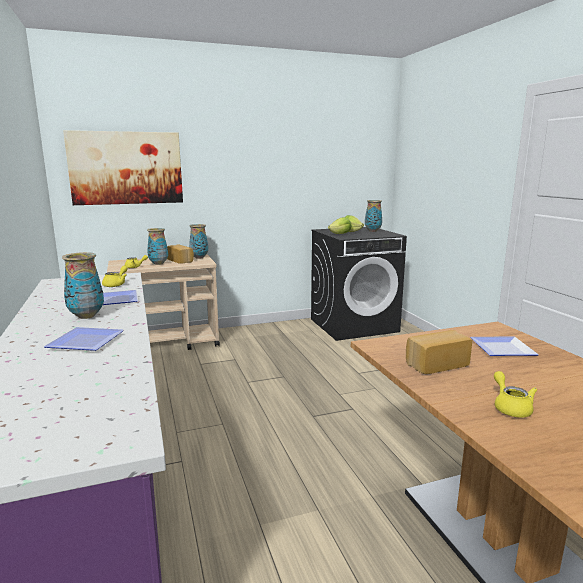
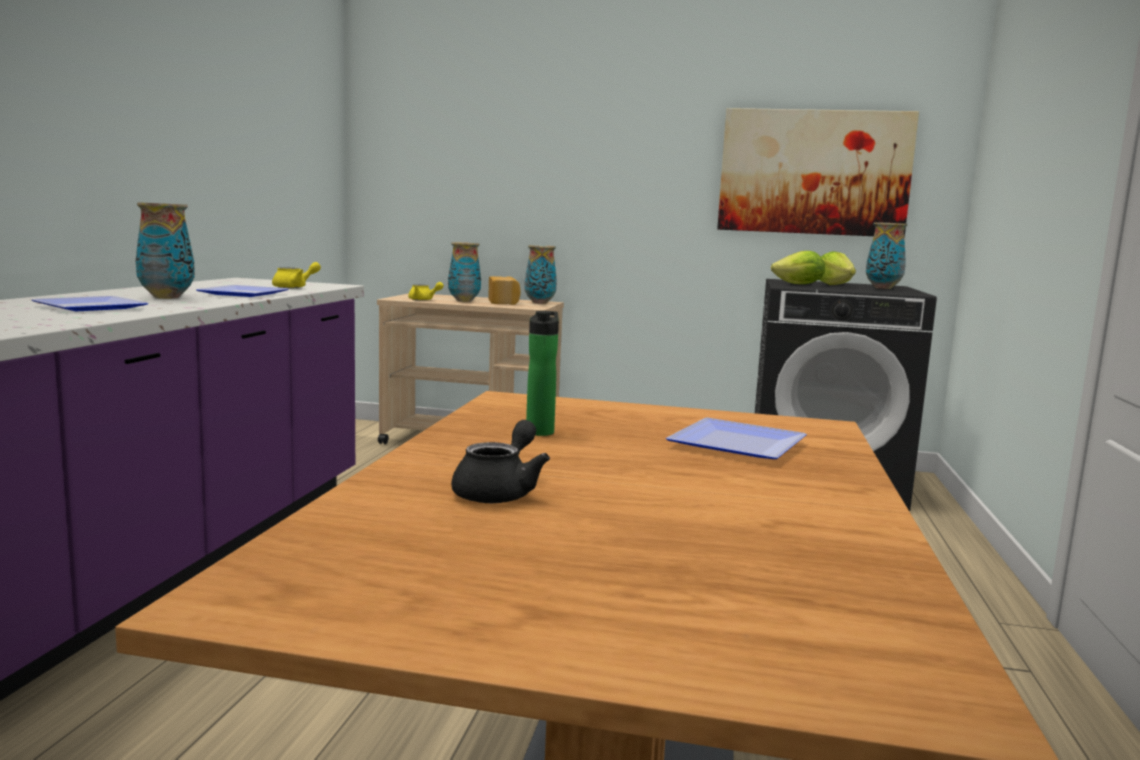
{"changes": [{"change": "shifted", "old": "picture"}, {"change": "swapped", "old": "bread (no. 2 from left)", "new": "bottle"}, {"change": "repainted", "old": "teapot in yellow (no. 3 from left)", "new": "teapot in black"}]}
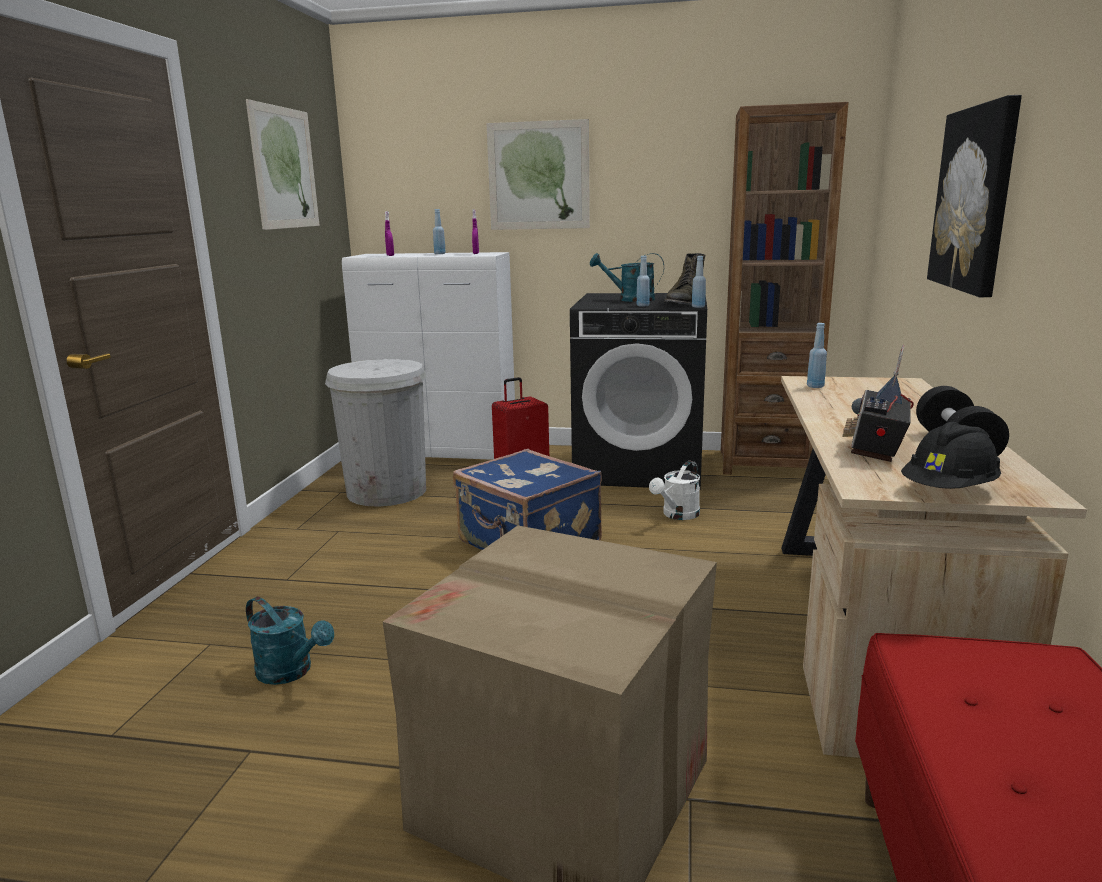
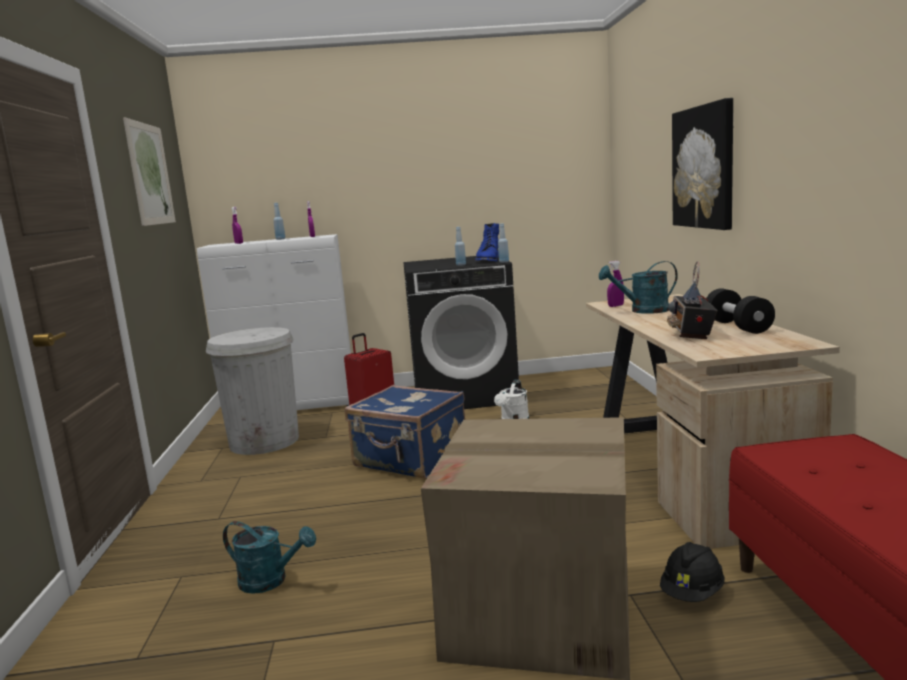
{"changes": [{"change": "gone", "old": "picture (no. 2 from left)"}, {"change": "shifted", "old": "watering can in turquoise (no. 2 from left)"}, {"change": "repainted", "old": "boot in green", "new": "boot in blue"}, {"change": "gone", "old": "bookcase in brown"}, {"change": "swapped", "old": "bottle in blue (no. 4 from left)", "new": "spray bottle in purple (no. 3 from left)"}, {"change": "shifted", "old": "hard hat in black"}]}
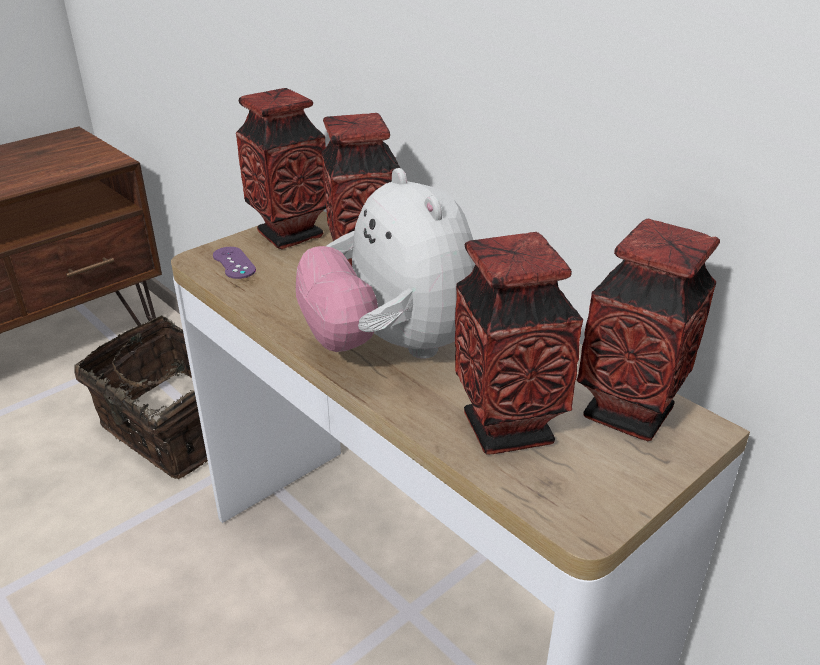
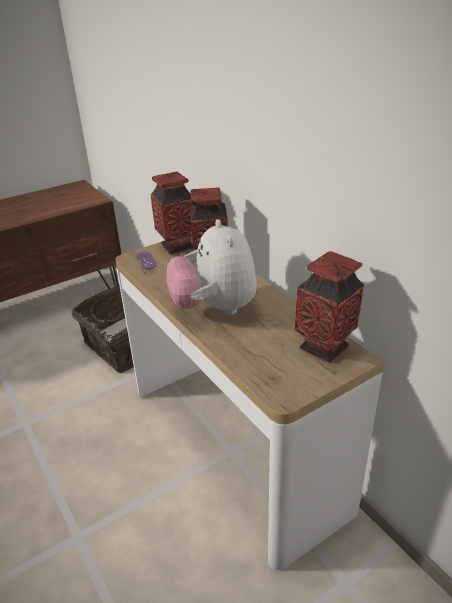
{"changes": [{"change": "gone", "old": "vase (no. 3 from left)"}]}
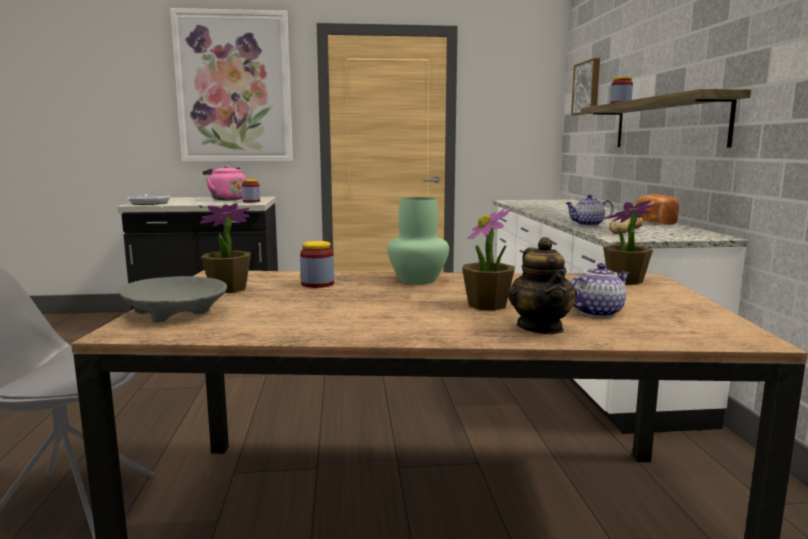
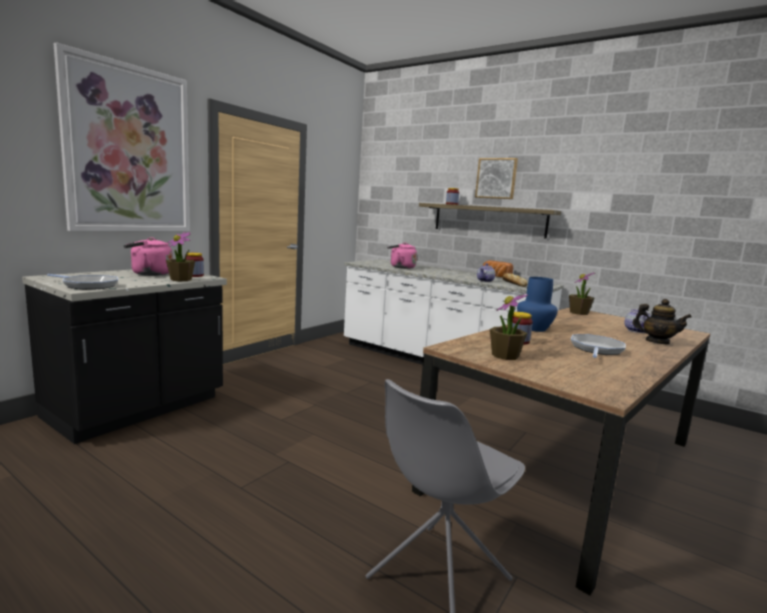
{"changes": [{"change": "gone", "old": "bowl in grey"}, {"change": "repainted", "old": "vase in green", "new": "vase in blue"}, {"change": "shifted", "old": "potted plant (no. 2 from left in the first image)", "new": "potted plant (no. 1 from left)"}, {"change": "shifted", "old": "picture (no. 2 from left)"}, {"change": "new", "new": "kettle in pink (no. 2 from left)"}, {"change": "new", "new": "frying pan (no. 2 from left)"}]}
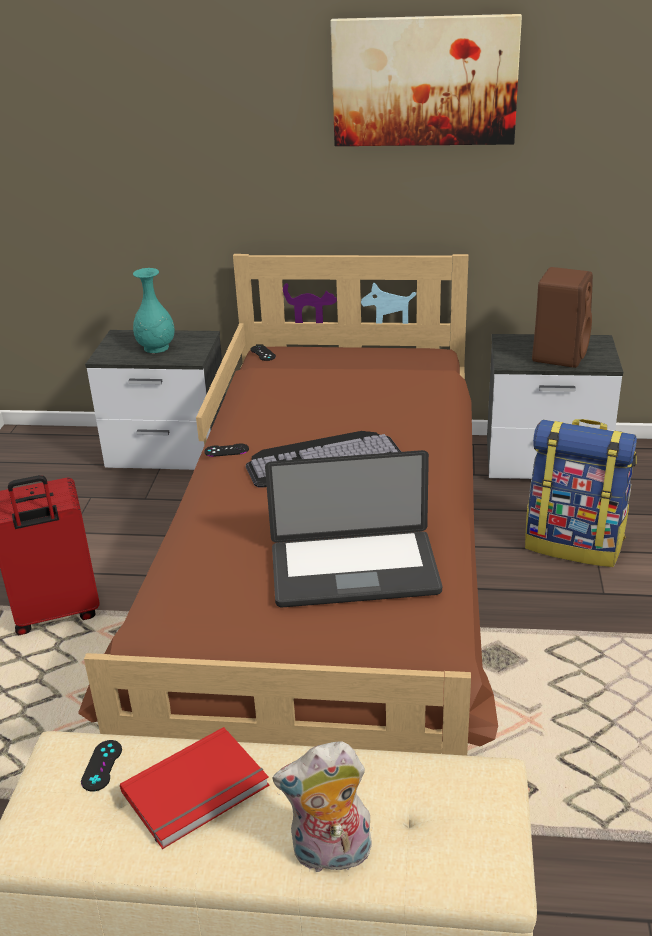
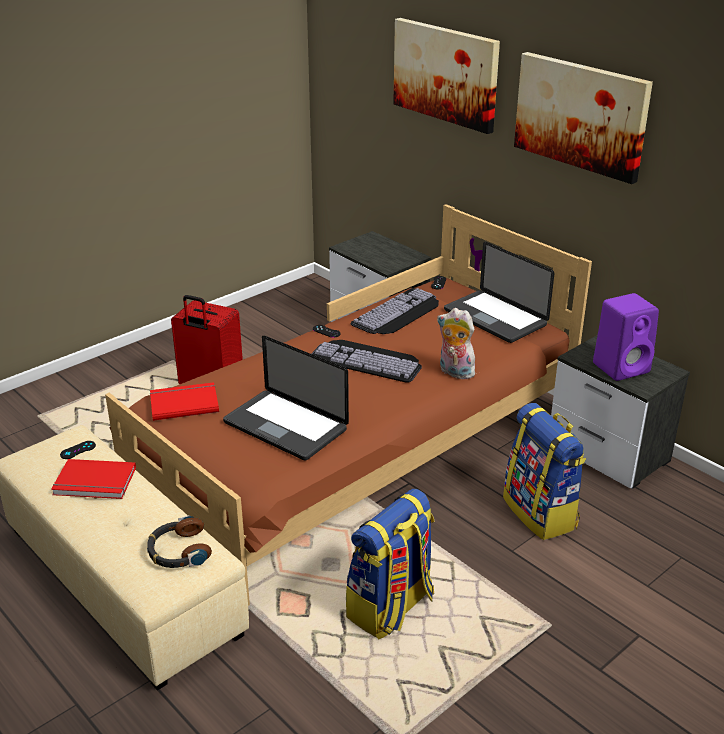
{"changes": [{"change": "gone", "old": "vase in turquoise"}, {"change": "shifted", "old": "plush toy"}, {"change": "repainted", "old": "speaker in brown", "new": "speaker in purple"}, {"change": "new", "new": "headphones"}, {"change": "new", "new": "book in red (no. 2 from left)"}, {"change": "new", "new": "backpack (no. 1 from left)"}, {"change": "new", "new": "keyboard (no. 2 from left)"}, {"change": "new", "new": "picture (no. 1 from left)"}, {"change": "new", "new": "laptop (no. 2 from left)"}]}
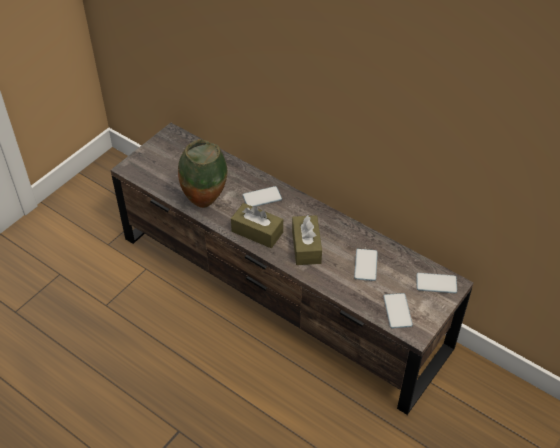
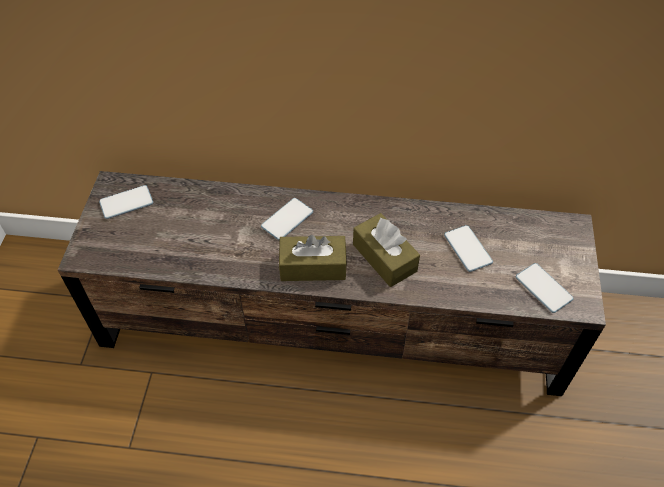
{"changes": [{"change": "gone", "old": "vase"}, {"change": "shifted", "old": "phone (no. 4 from left in the first image)", "new": "phone (no. 1 from left)"}]}
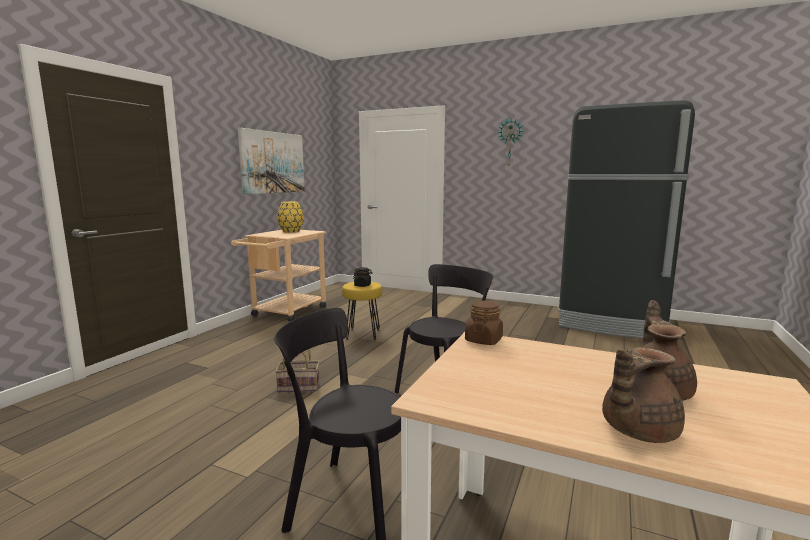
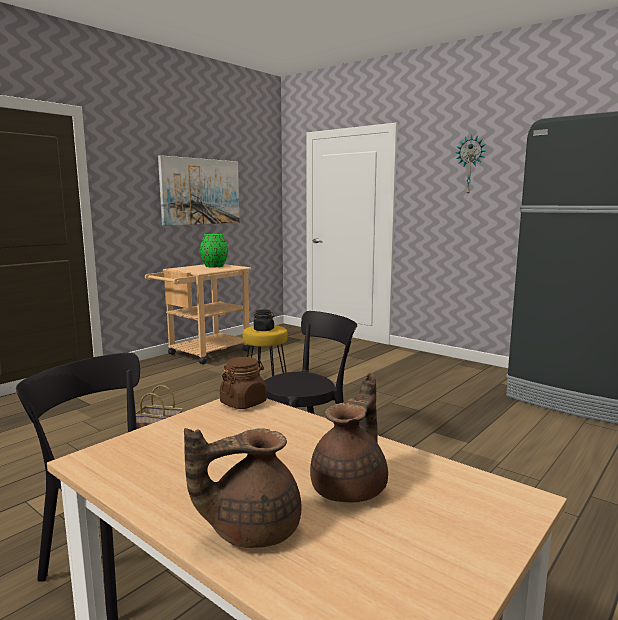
{"changes": [{"change": "repainted", "old": "vase in yellow", "new": "vase in green"}]}
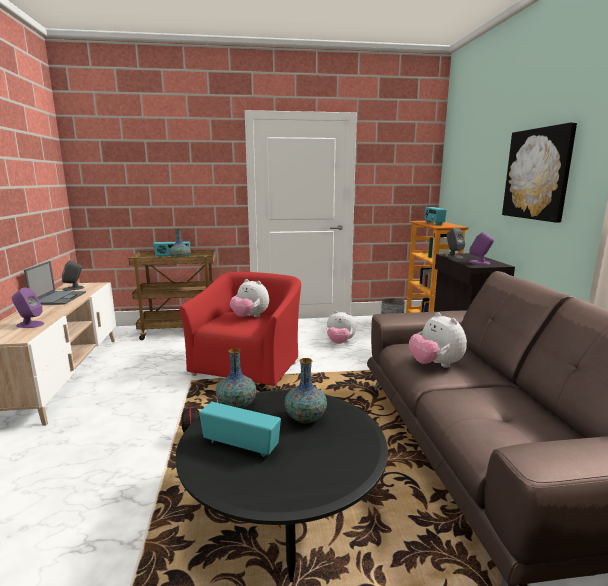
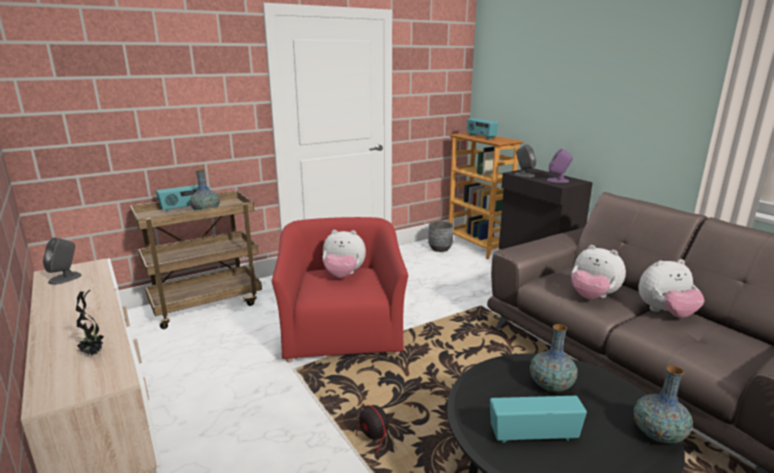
{"changes": [{"change": "swapped", "old": "speaker in purple (no. 1 from left)", "new": "potted plant"}, {"change": "gone", "old": "laptop"}, {"change": "shifted", "old": "vase (no. 2 from left in the first image)", "new": "vase (no. 3 from left)"}, {"change": "shifted", "old": "plush toy (no. 2 from left in the first image)", "new": "plush toy (no. 3 from left)"}, {"change": "gone", "old": "picture"}]}
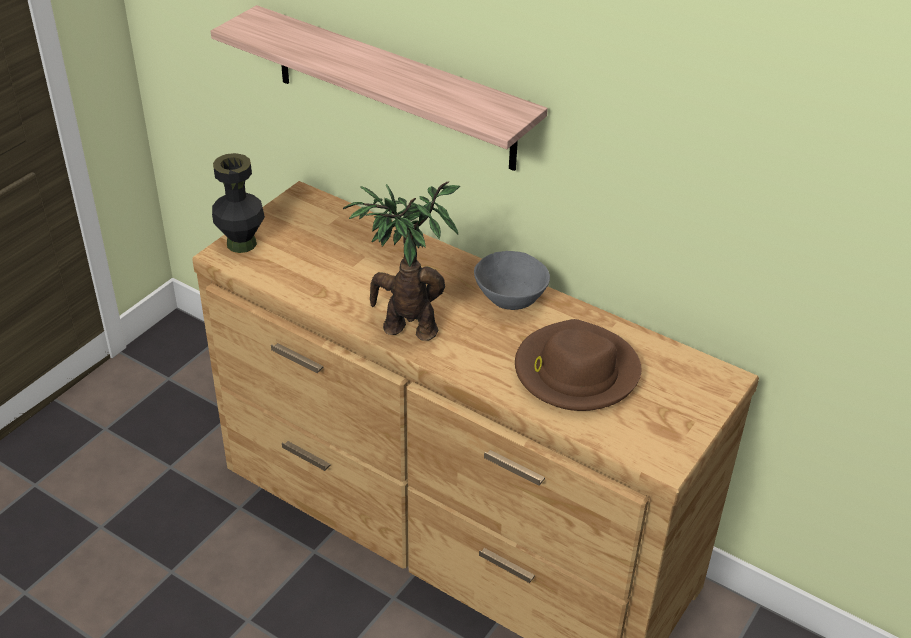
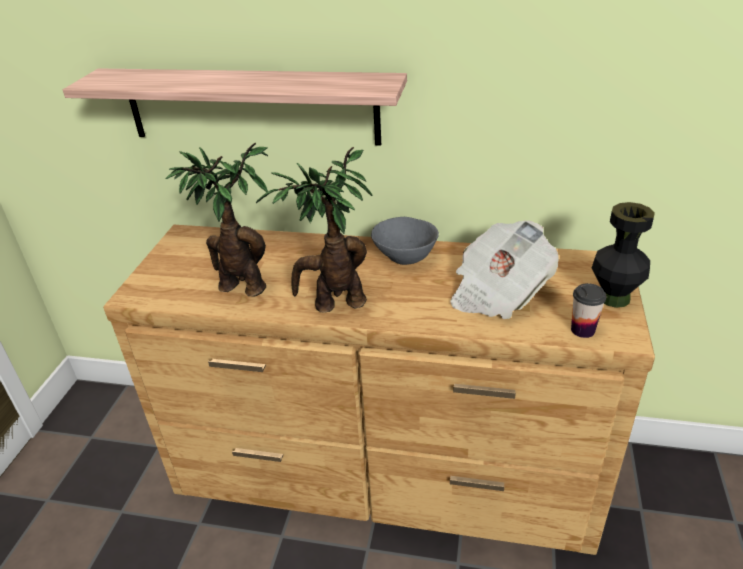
{"changes": [{"change": "shifted", "old": "vase in black"}, {"change": "swapped", "old": "hat in brown", "new": "newspaper"}, {"change": "new", "new": "potted plant (no. 1 from left)"}, {"change": "new", "new": "cup"}]}
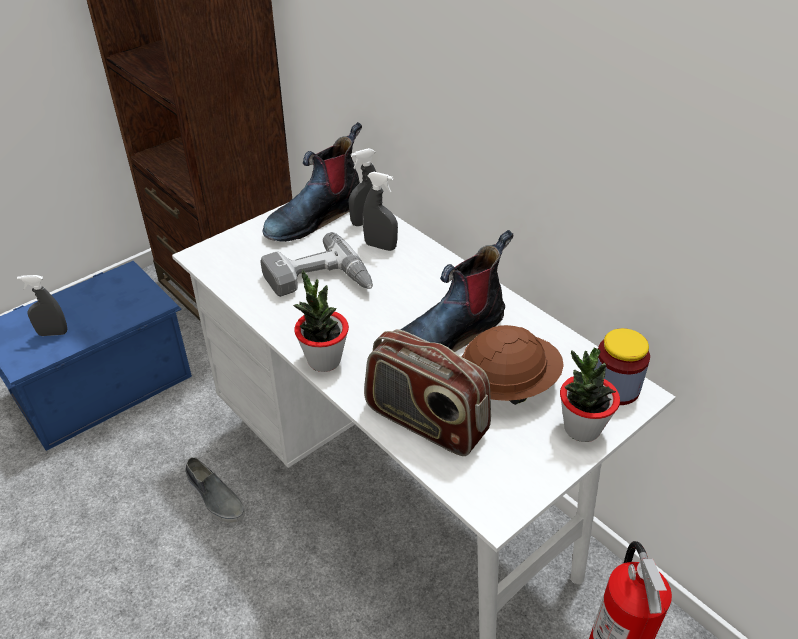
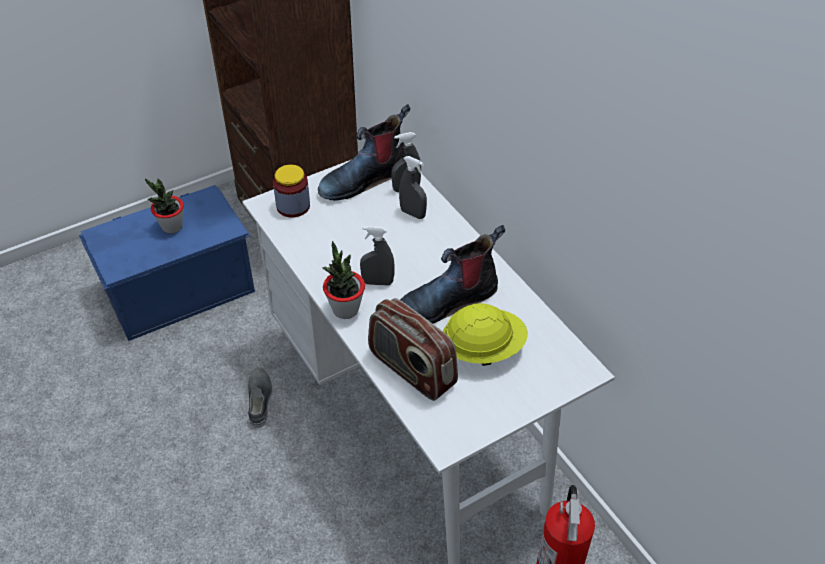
{"changes": [{"change": "shifted", "old": "spray bottle in grey (no. 1 from left)"}, {"change": "rotated", "old": "shoe in grey", "degrees": -150}, {"change": "gone", "old": "power drill"}, {"change": "repainted", "old": "hard hat in brown", "new": "hard hat in yellow"}, {"change": "shifted", "old": "potted plant (no. 2 from left in the first image)", "new": "potted plant (no. 1 from left)"}, {"change": "shifted", "old": "jar"}]}
